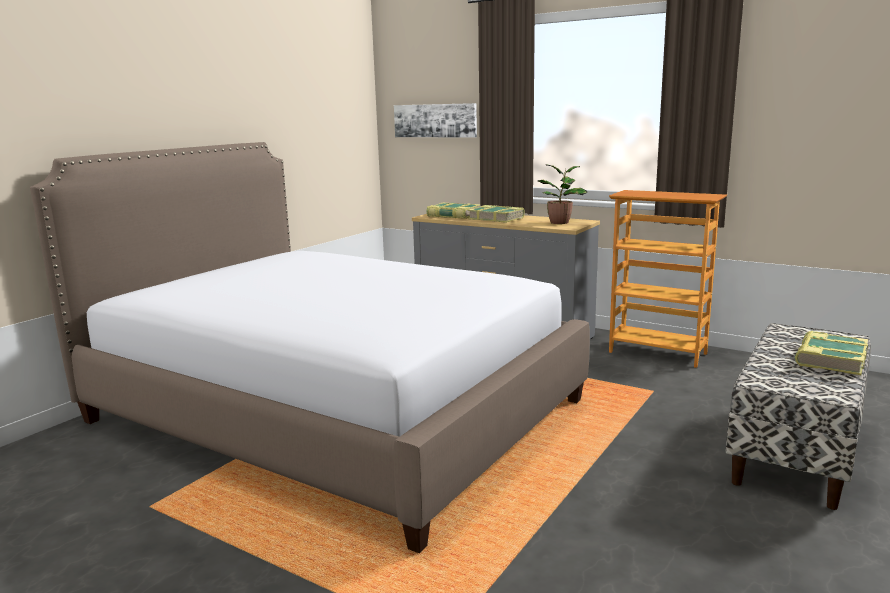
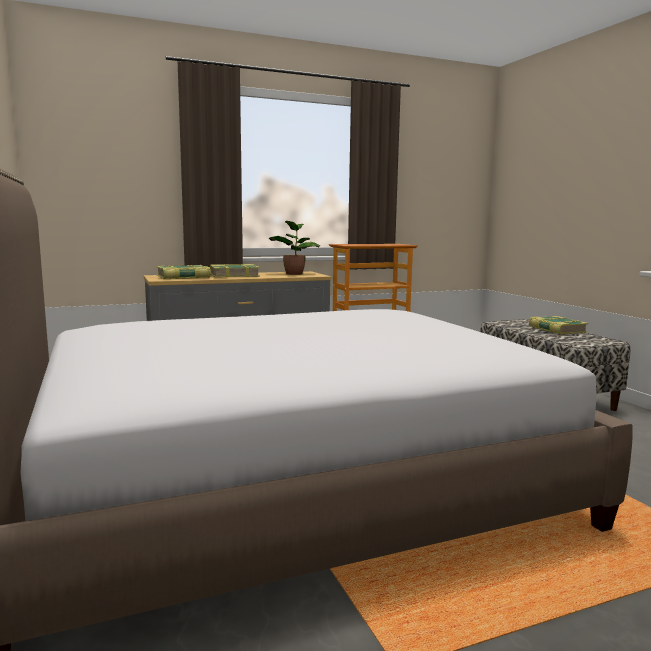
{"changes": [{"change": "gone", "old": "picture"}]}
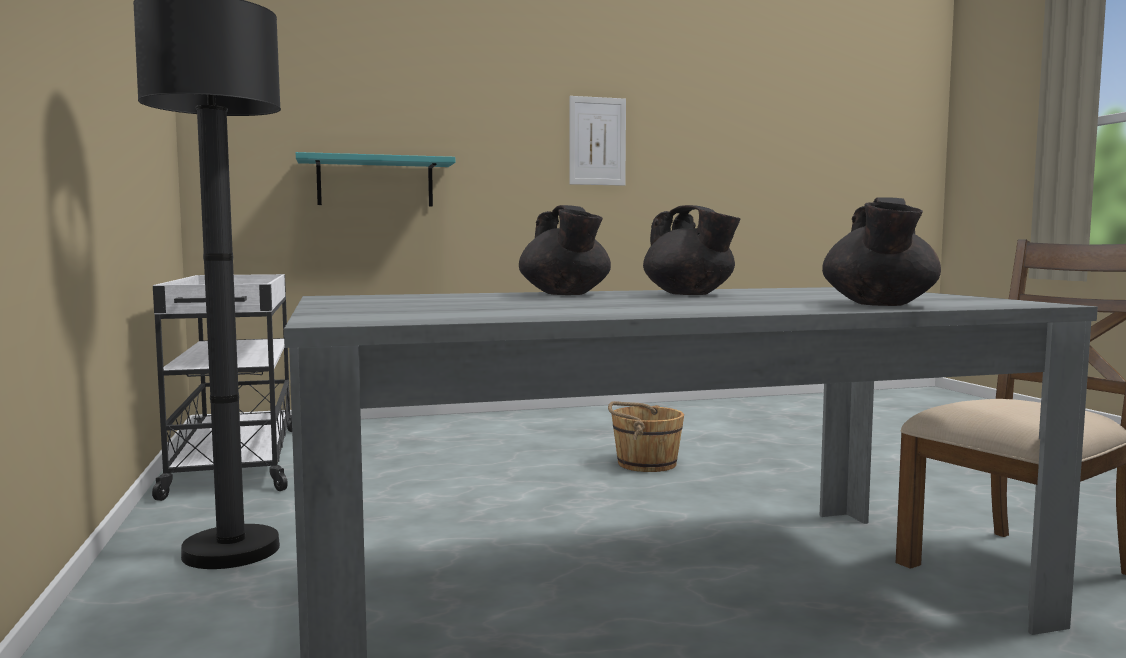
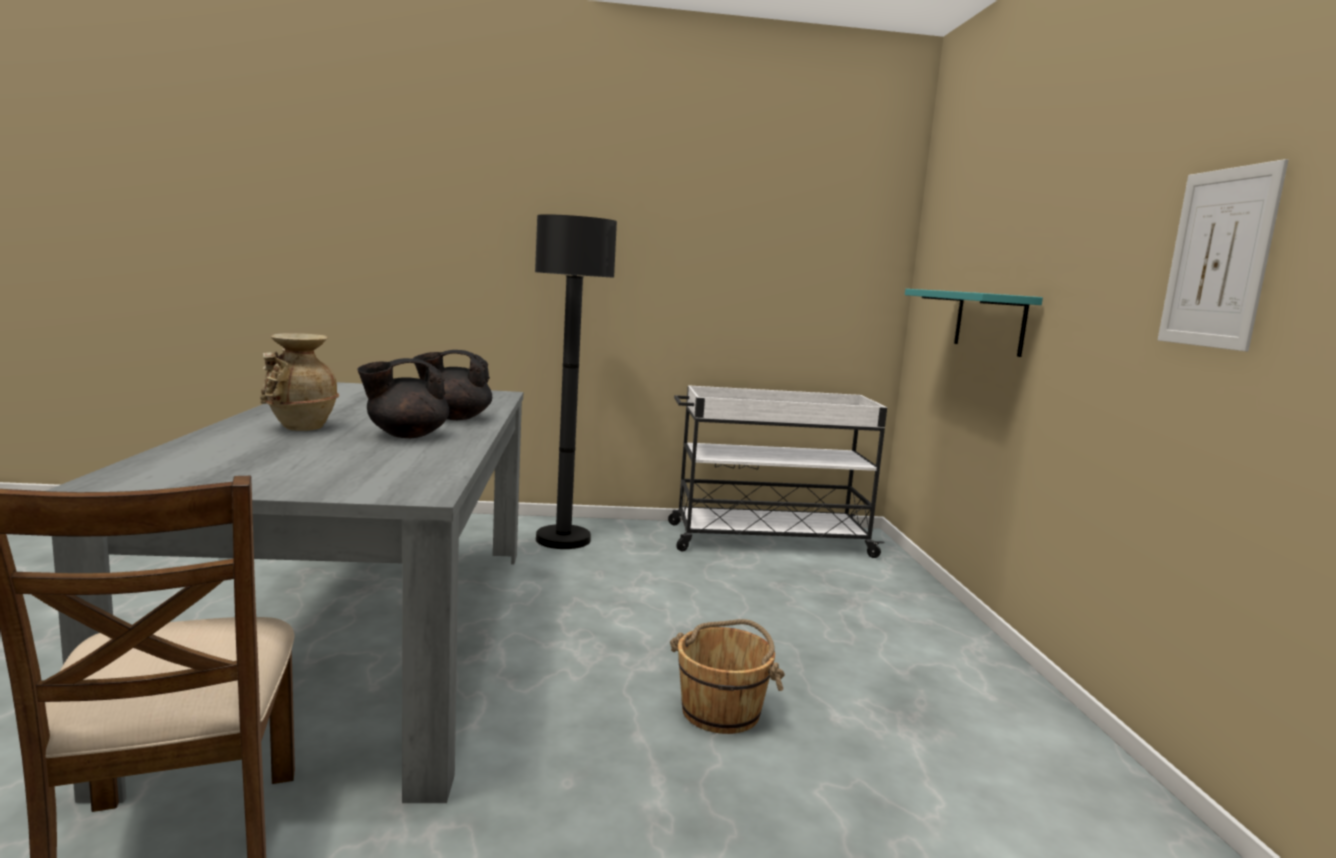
{"changes": [{"change": "gone", "old": "teapot in black (no. 3 from left)"}, {"change": "new", "new": "vase in beige"}]}
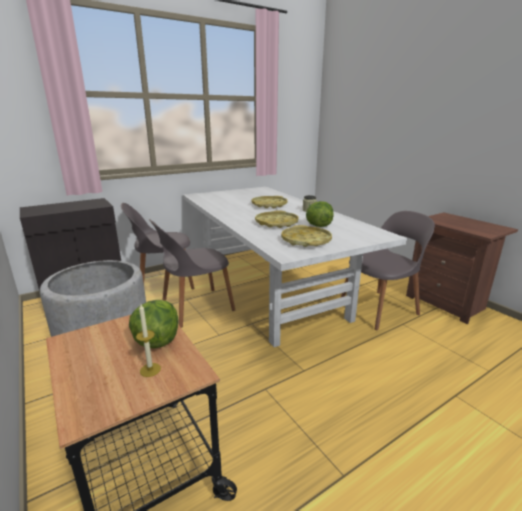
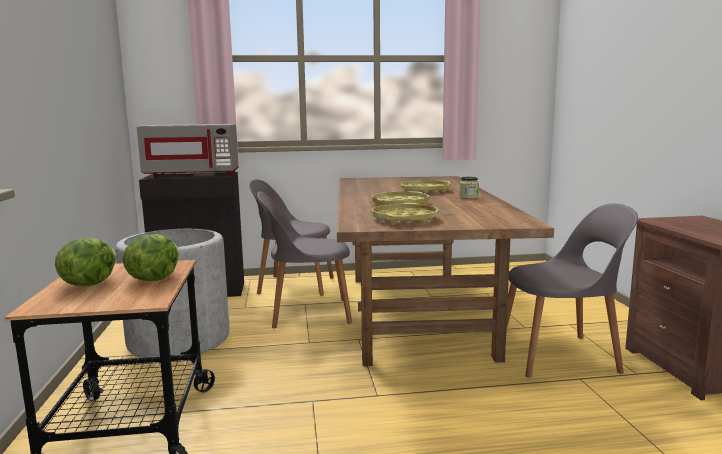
{"changes": [{"change": "gone", "old": "candle"}, {"change": "repainted", "old": "dining table in white", "new": "dining table in brown"}, {"change": "shifted", "old": "lettuce (no. 2 from left in the first image)", "new": "lettuce (no. 1 from left)"}, {"change": "new", "new": "microwave in grey"}]}
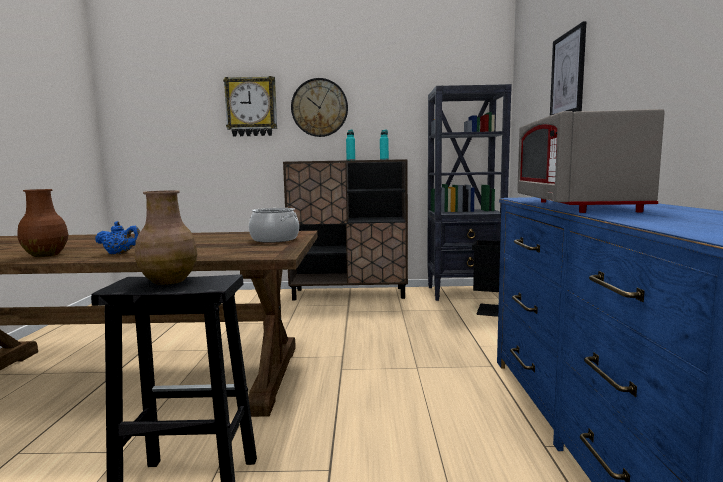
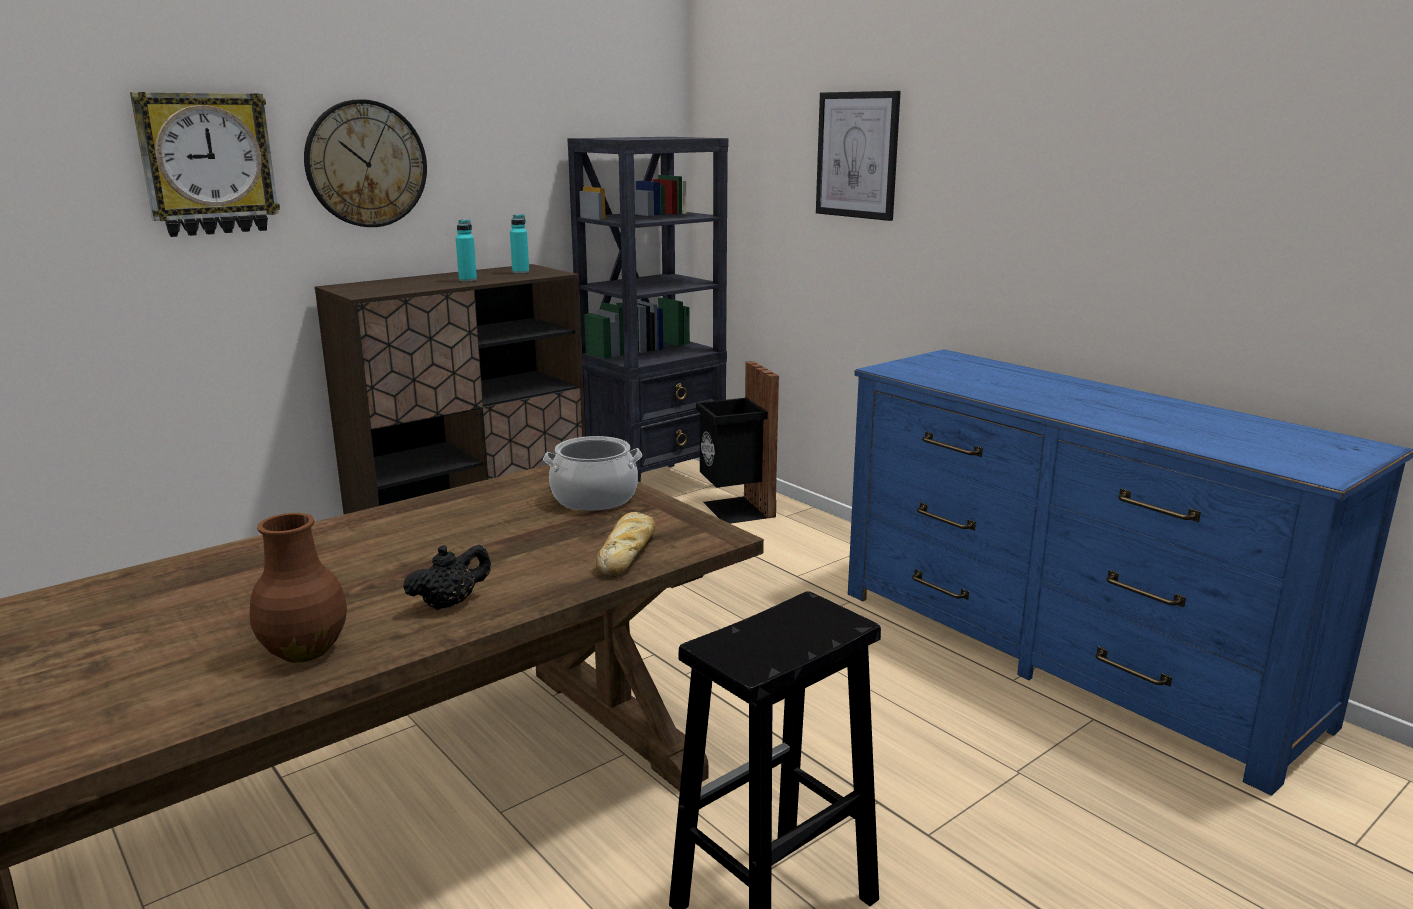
{"changes": [{"change": "repainted", "old": "teapot in blue", "new": "teapot in black"}, {"change": "gone", "old": "vase in brown (no. 2 from left)"}, {"change": "gone", "old": "microwave in grey"}, {"change": "new", "new": "bread"}]}
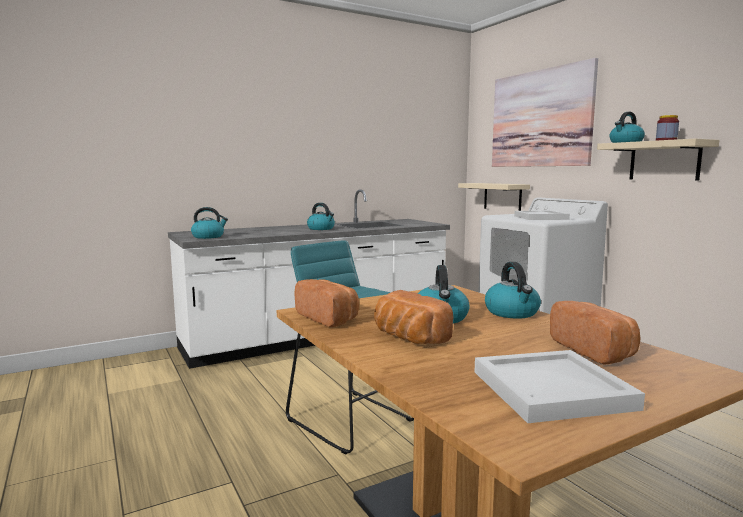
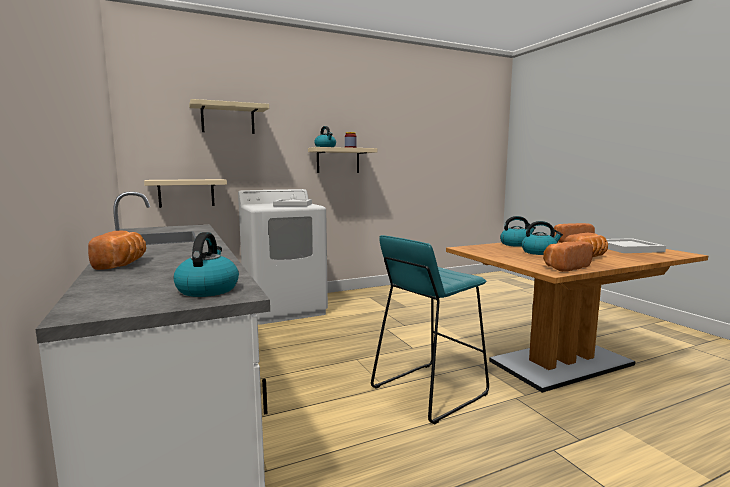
{"changes": [{"change": "gone", "old": "kettle (no. 2 from left)"}, {"change": "swapped", "old": "picture", "new": "shelf in beige (no. 2 from left)"}, {"change": "new", "new": "bread (no. 1 from left)"}]}
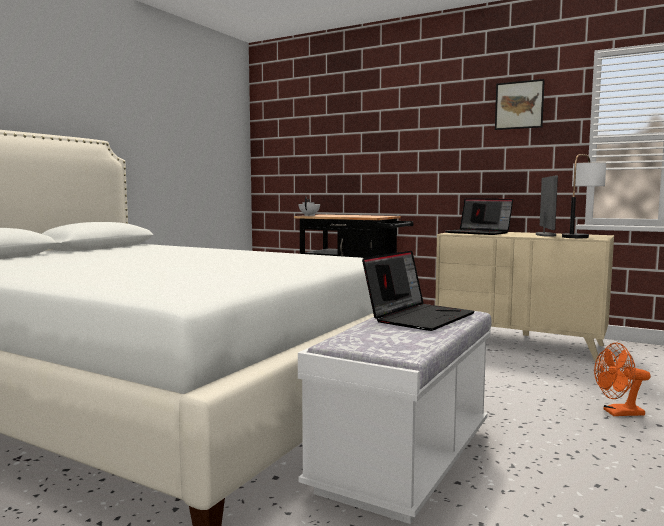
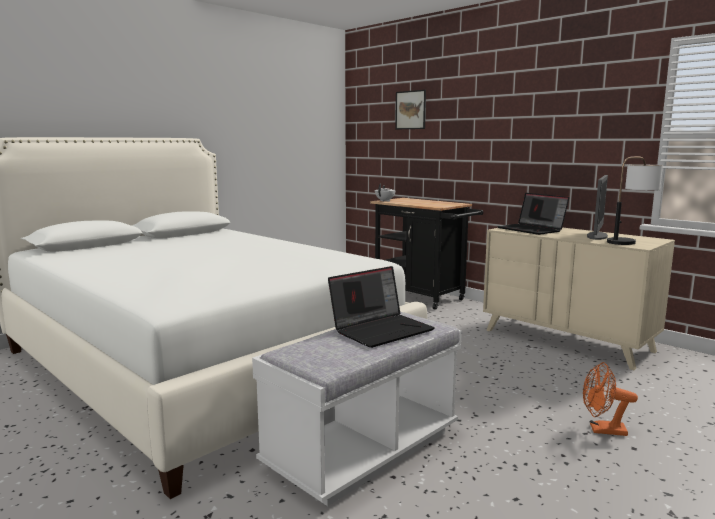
{"changes": [{"change": "shifted", "old": "picture"}]}
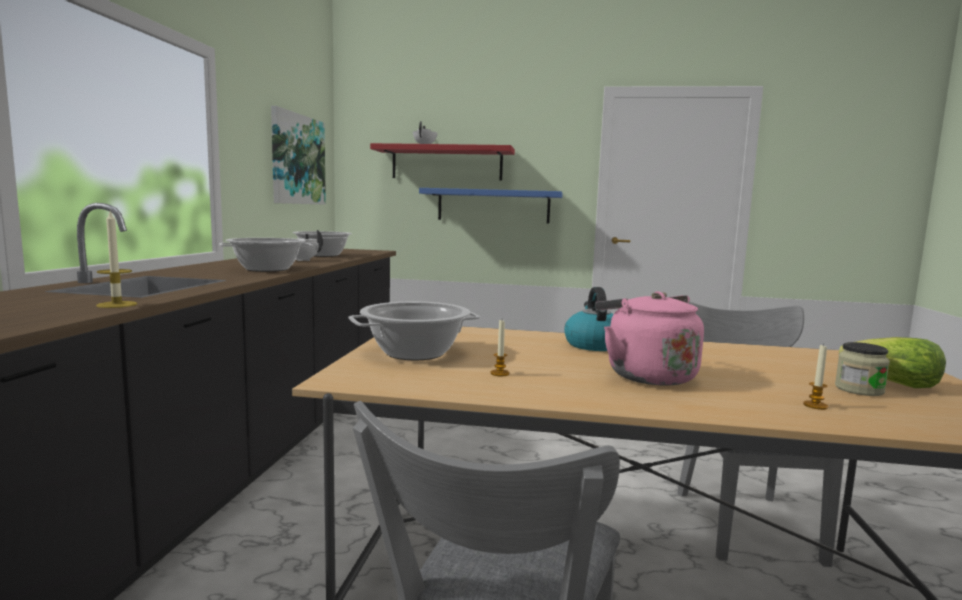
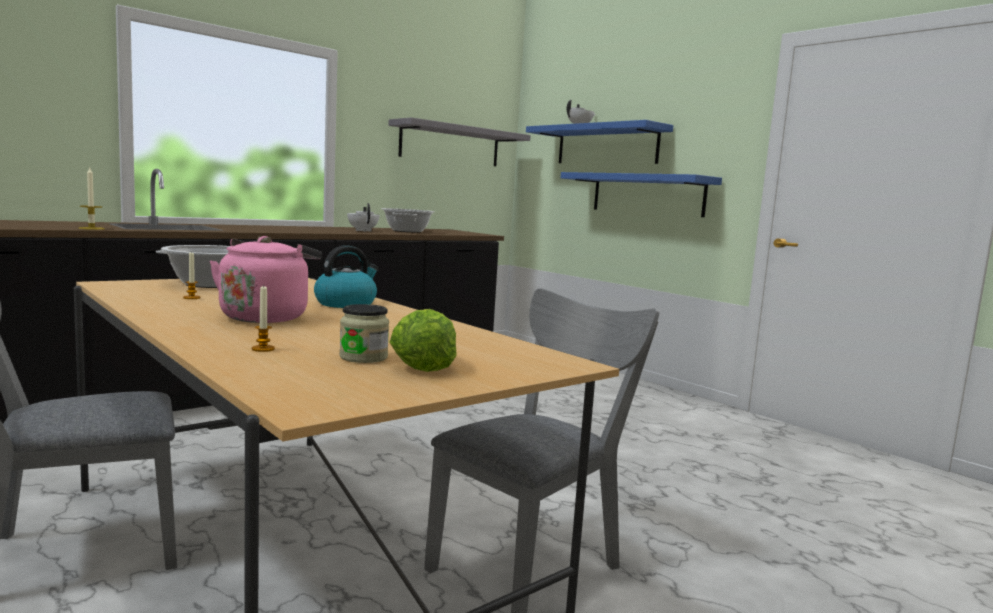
{"changes": [{"change": "gone", "old": "cooking pot (no. 1 from left)"}, {"change": "swapped", "old": "picture", "new": "shelf in grey"}, {"change": "repainted", "old": "shelf in red", "new": "shelf in blue (no. 1 from left)"}]}
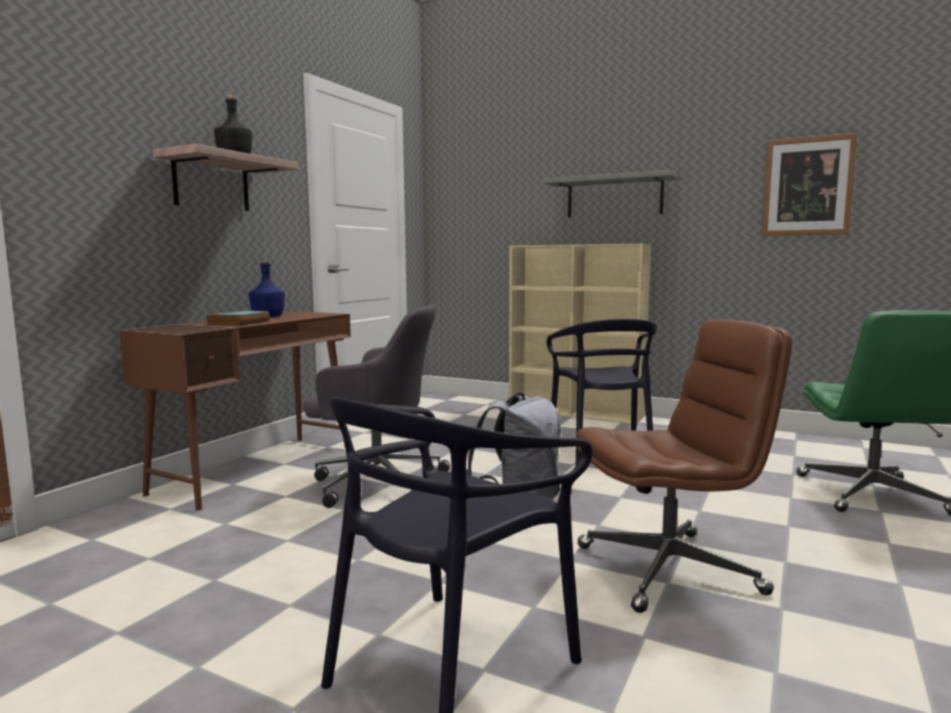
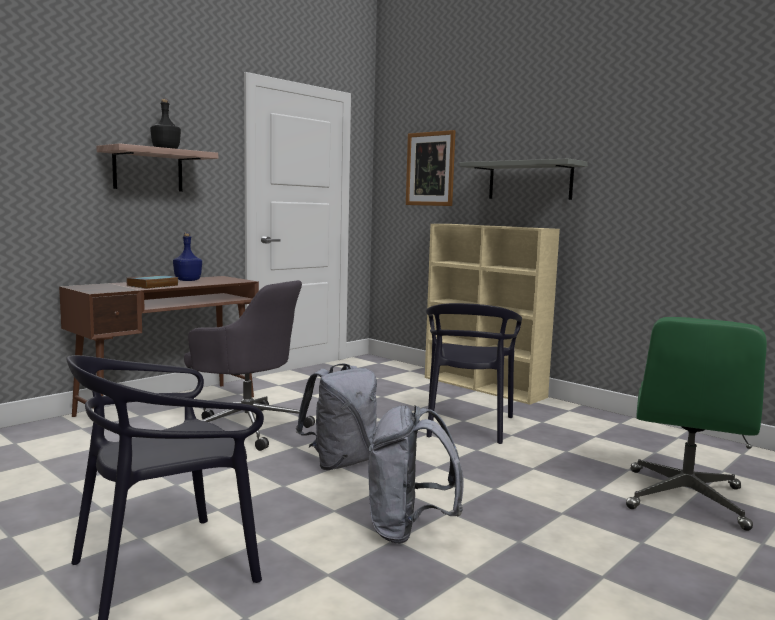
{"changes": [{"change": "swapped", "old": "office chair in brown", "new": "backpack in grey (no. 2 from left)"}, {"change": "shifted", "old": "picture"}]}
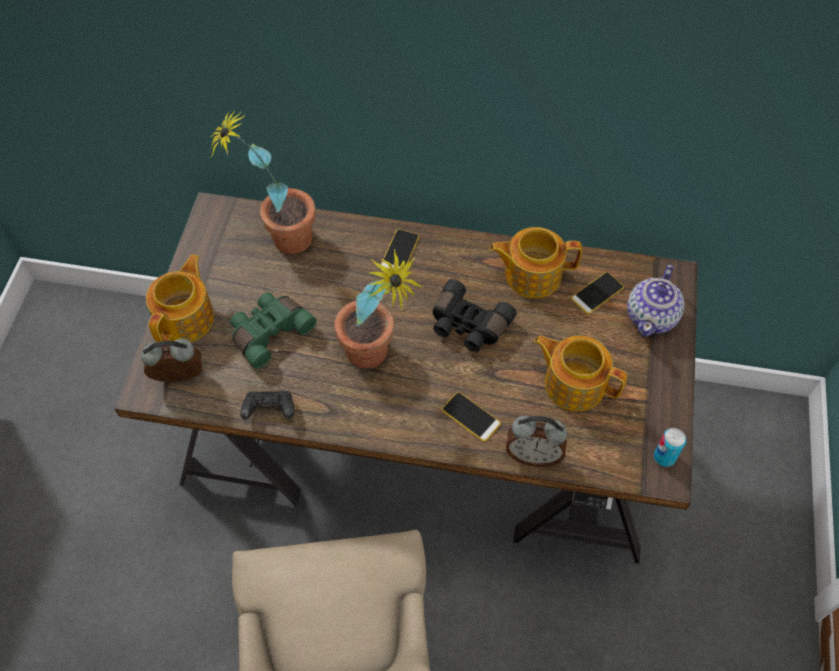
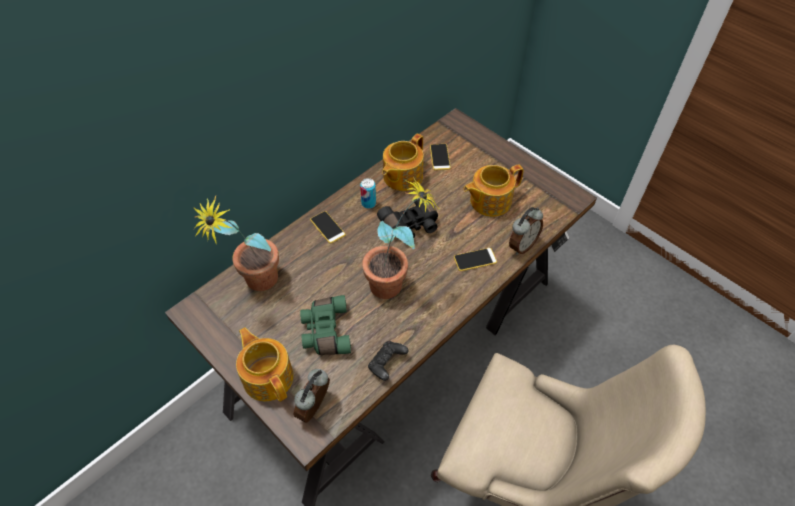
{"changes": [{"change": "gone", "old": "teapot (no. 4 from left)"}, {"change": "shifted", "old": "can"}]}
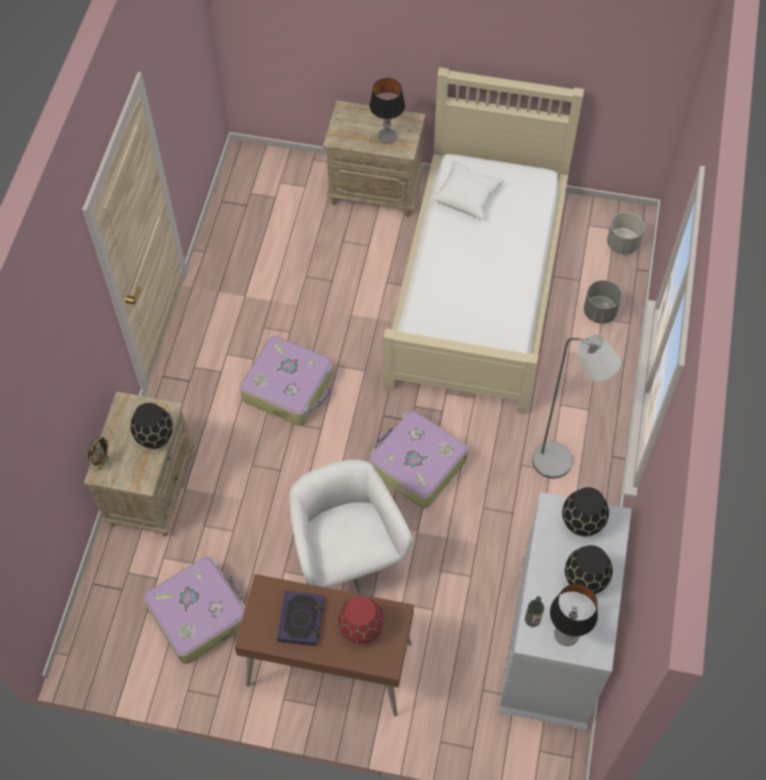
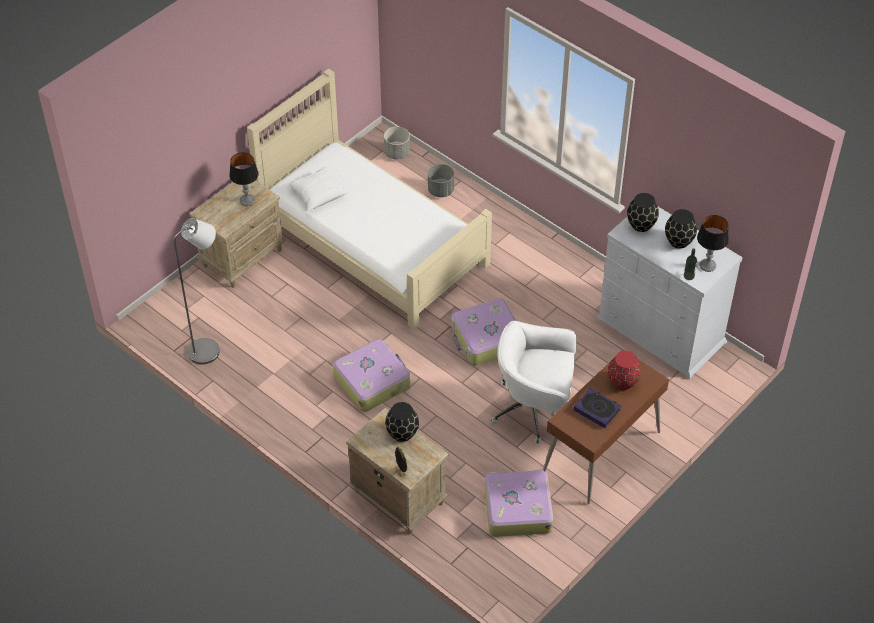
{"changes": [{"change": "shifted", "old": "floor lamp in grey"}]}
